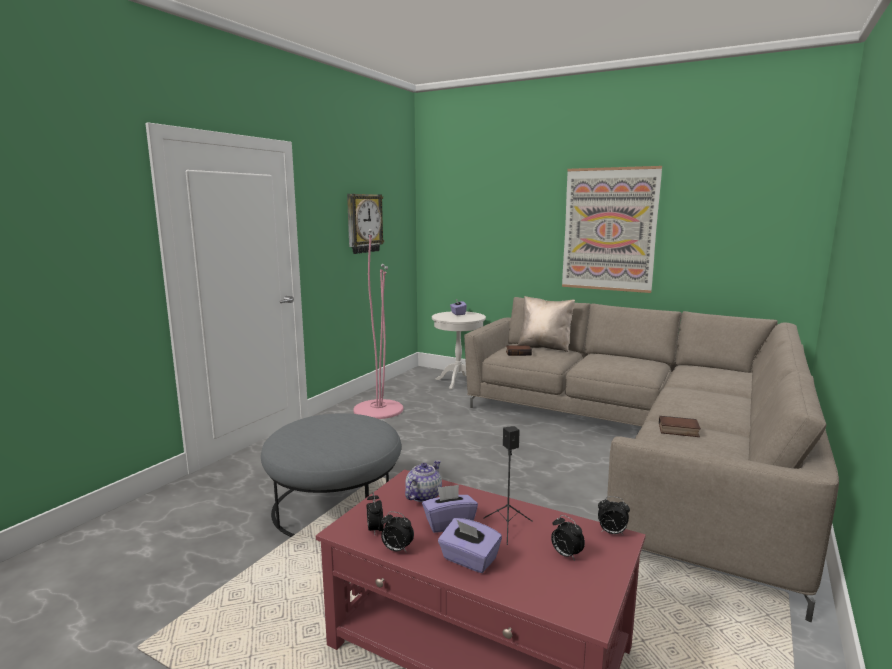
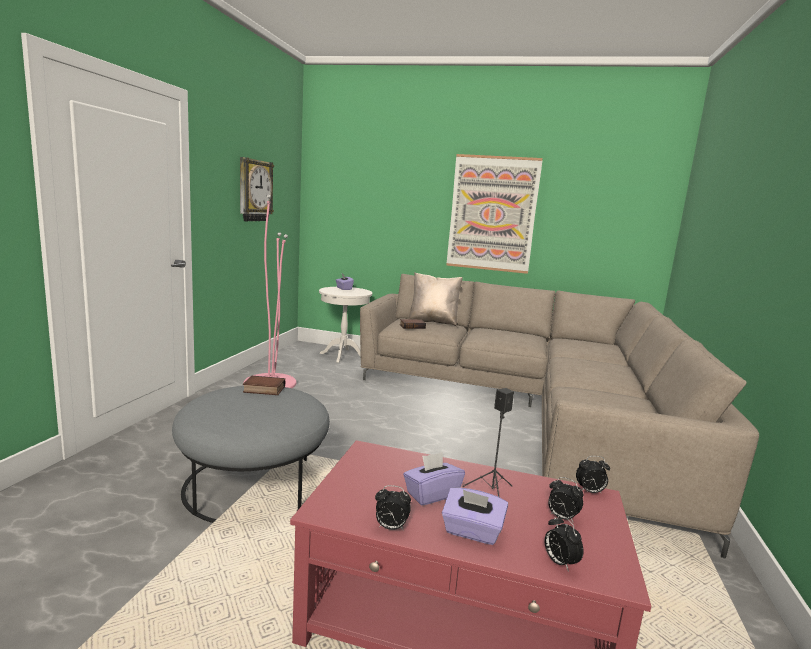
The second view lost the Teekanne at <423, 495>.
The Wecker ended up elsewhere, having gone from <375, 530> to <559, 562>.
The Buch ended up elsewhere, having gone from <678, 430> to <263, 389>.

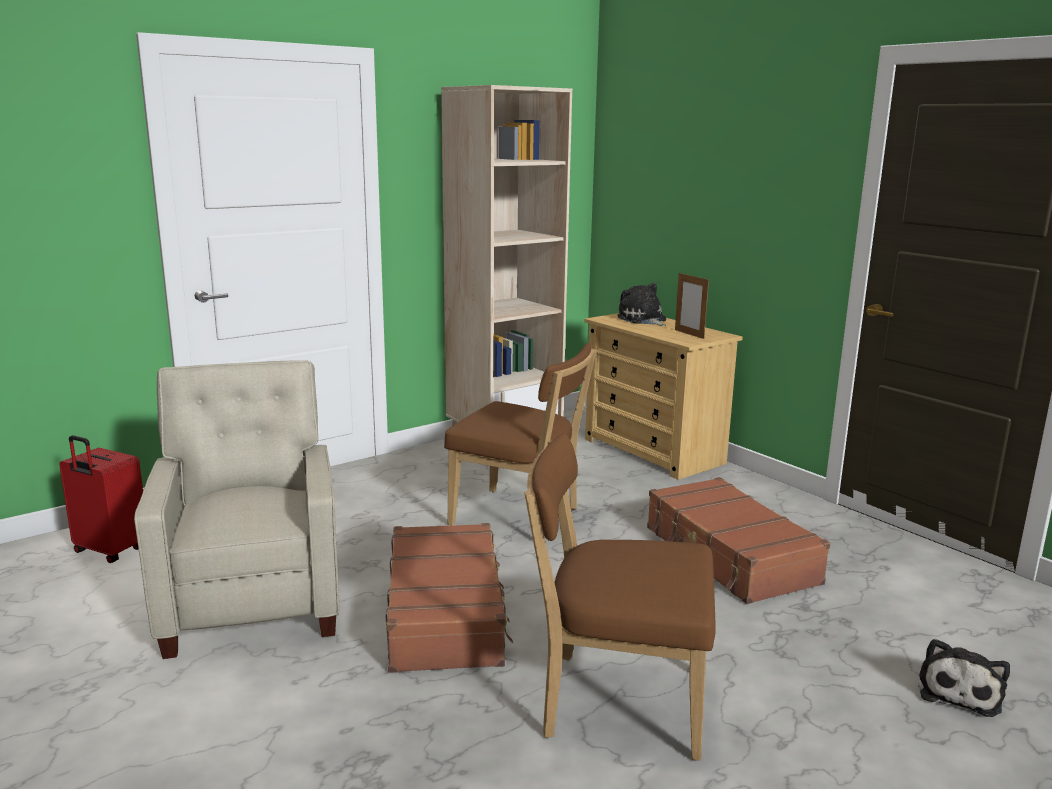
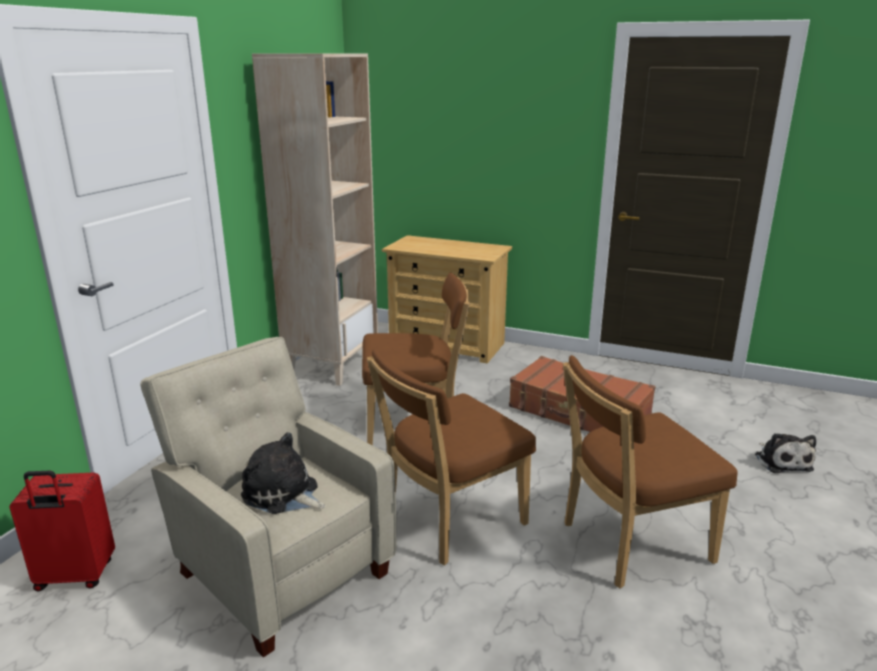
The second view lost the Bilderrahmen at <689, 334>.
The Plüschtier ended up elsewhere, having gone from <643, 320> to <283, 494>.
Where the Koffer/braun stood at <446, 613>, the Stuhl/braun came to stand at <449, 521>.

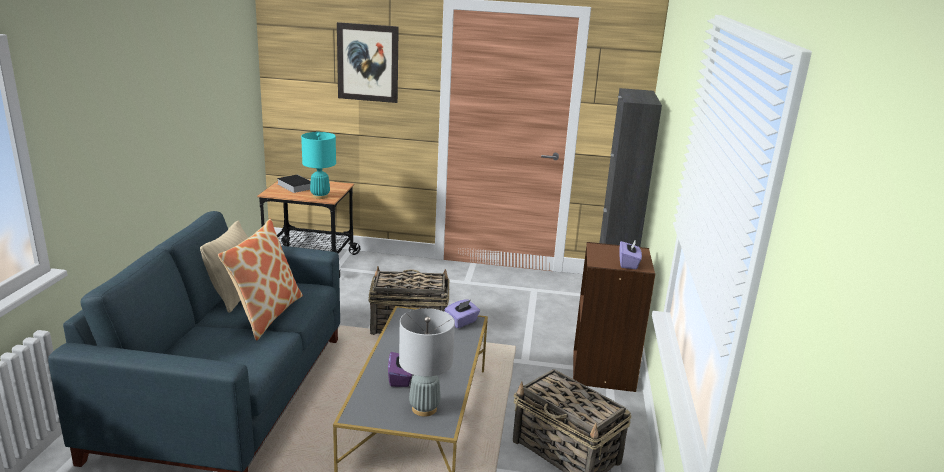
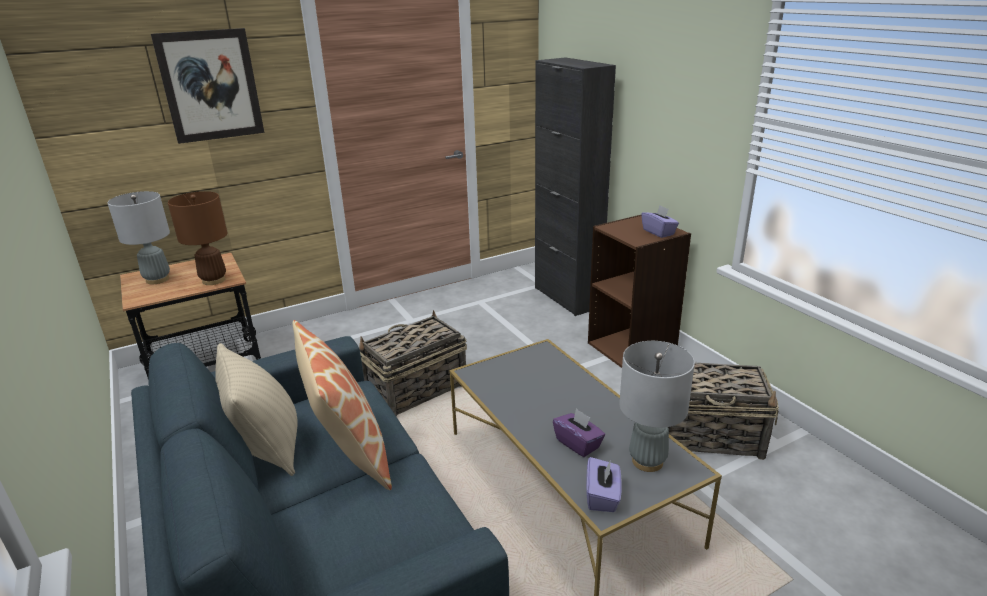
The Taschentuchbox/lila ended up elsewhere, having gone from <462, 322> to <602, 496>.
Where the Buch stood at <294, 186>, the Tischlampe/grau came to stand at <157, 279>.
What was the Tischlampe/türkis at <320, 196> turned into the Tischlampe/braun at <213, 280>.

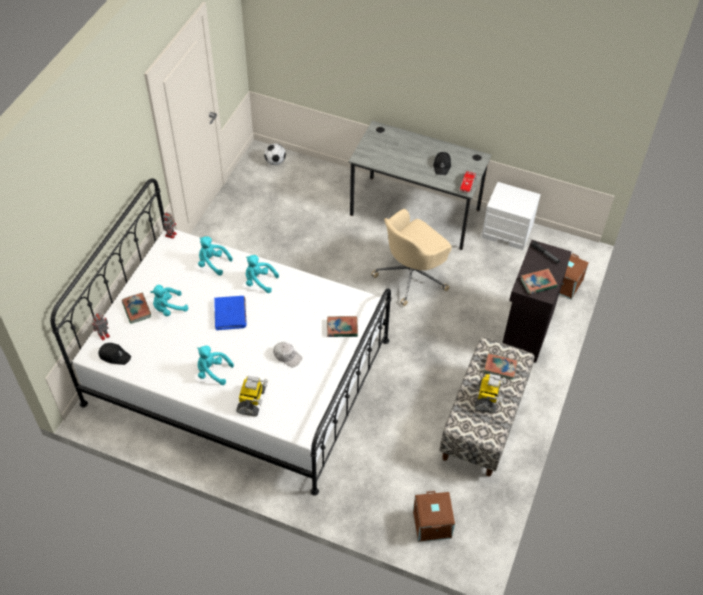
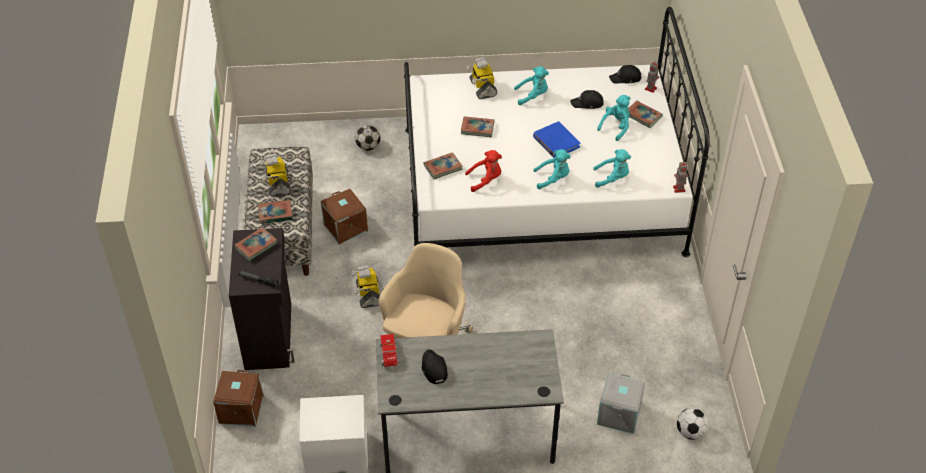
The second view gained the Spielzeugroboter at <368, 294>.
The second view gained the Fußball at <368, 147>.
The second view gained the Plüschtier/rot at <485, 180>.
The second view gained the Kappe/schwarz at <587, 103>.
The second view gained the Aufbewahrungsbox/grau at <620, 414>.
The Aufbewahrungsbox/braun ended up elsewhere, having gone from <432, 524> to <344, 227>.
Where the Kappe/weiß stood at <287, 356>, the Buch came to stand at <477, 128>.

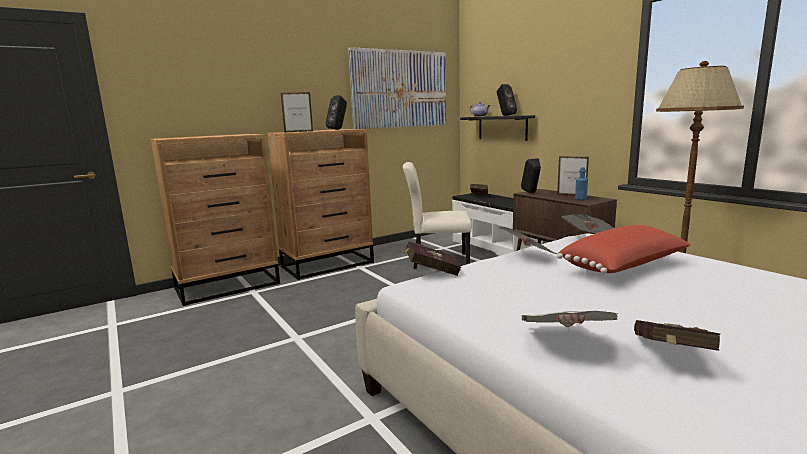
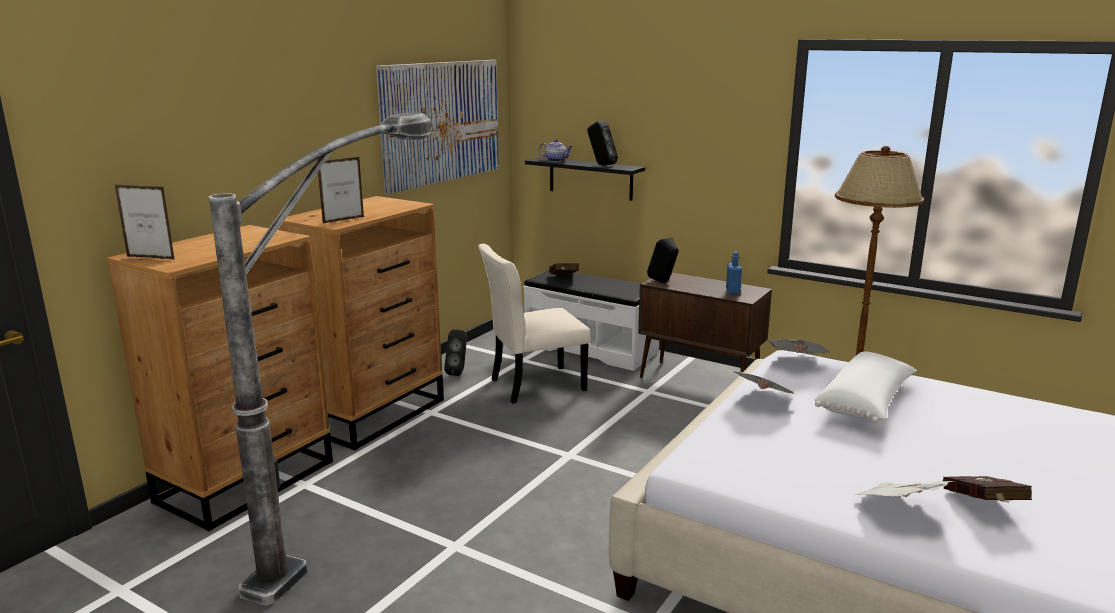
The second view lost the Buch/rot at <430, 272>.
The second view gained the Stehlampe at <361, 504>.
The Lautsprecher/schwarz ended up elsewhere, having gone from <338, 129> to <459, 372>.
The Bilderrahmen ended up elsewhere, having gone from <571, 195> to <150, 258>.
What was the Kissen/rot at <625, 267> turned into the Kissen/weiß at <866, 403>.

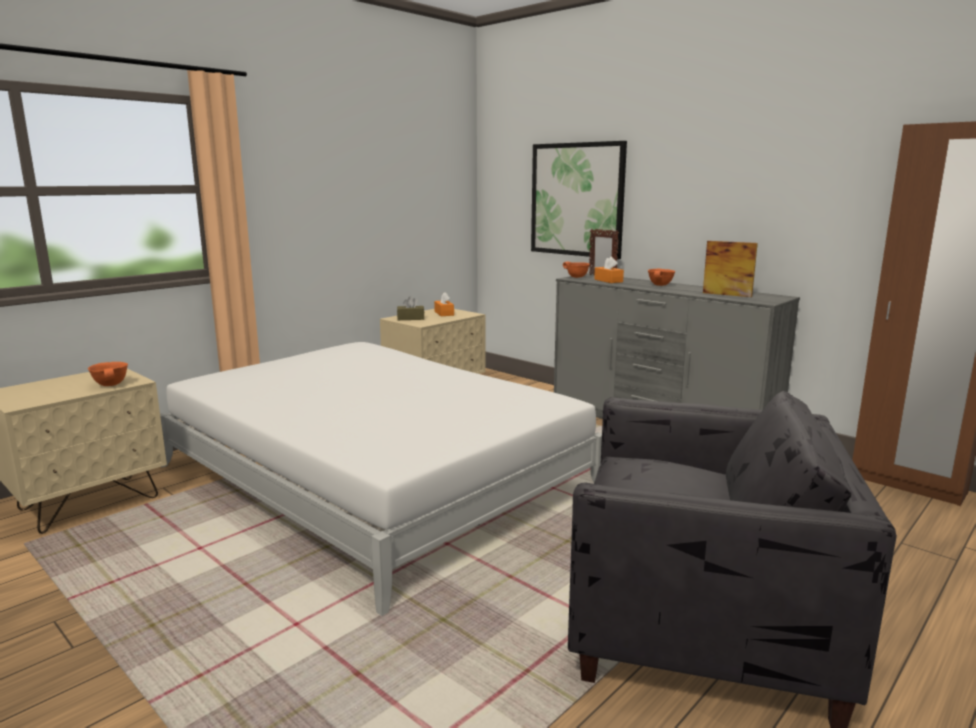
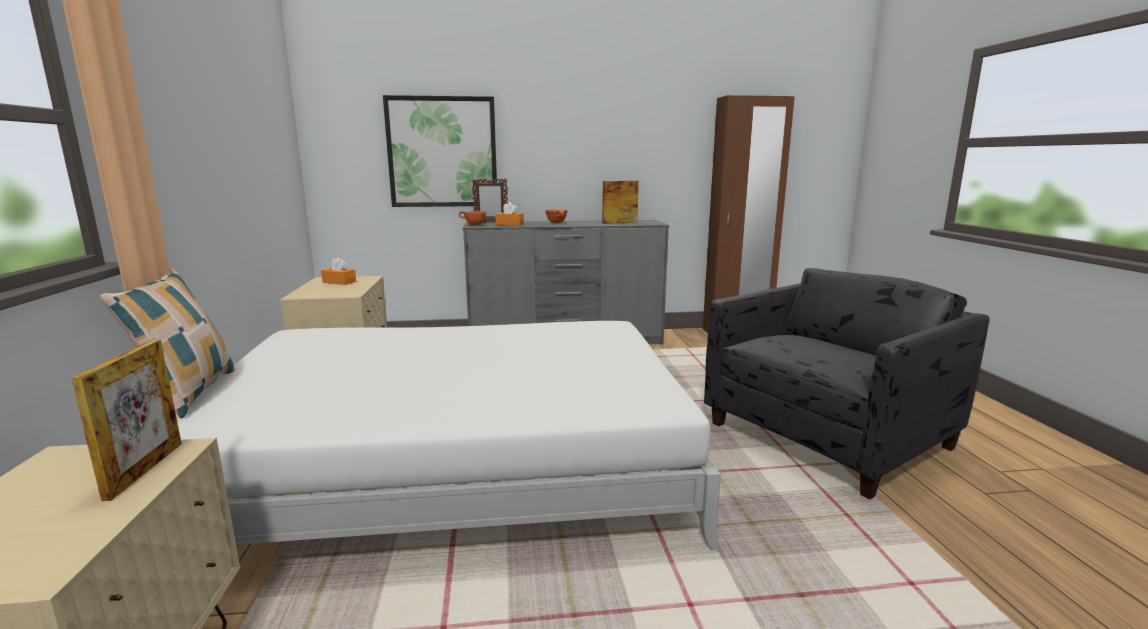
The second view lost the Taschentuchbox/braun at <410, 318>.
The second view gained the Kissen at <189, 393>.
Where the Schüssel/orange stood at <111, 385>, the Bilderrahmen came to stand at <145, 469>.

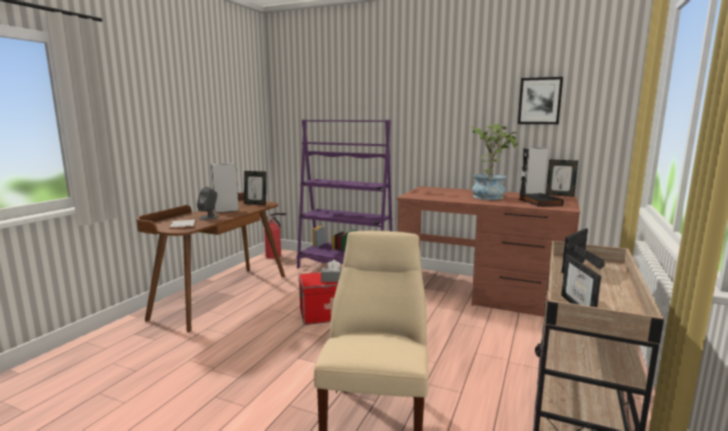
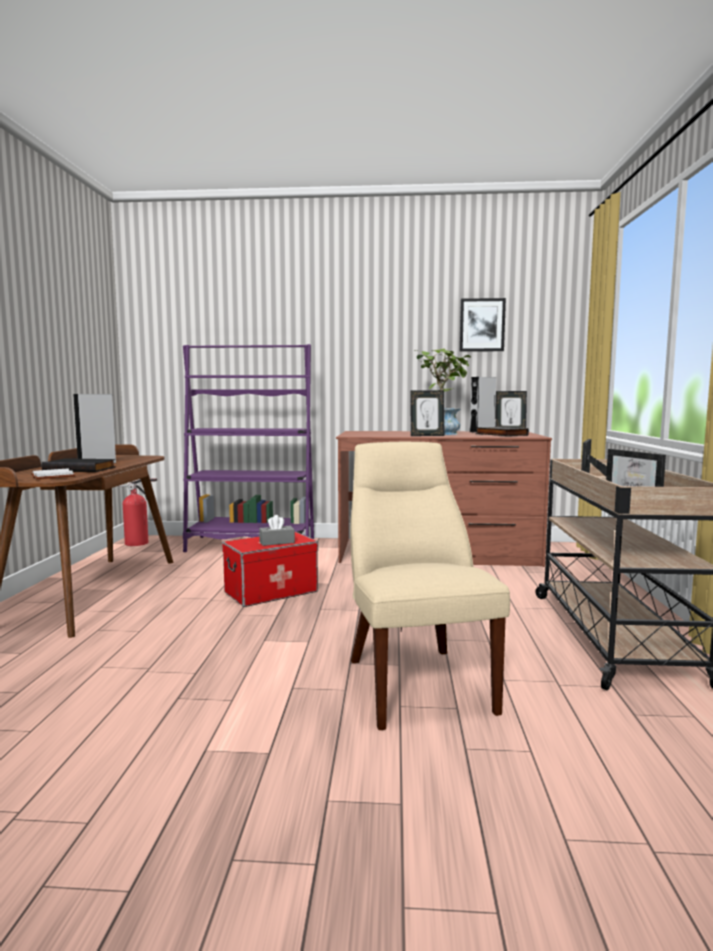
The Bilderrahmen ended up elsewhere, having gone from <255, 204> to <426, 435>.
Where the Lautsprecher/grau stood at <209, 217>, the Buch/schwarz came to stand at <81, 469>.

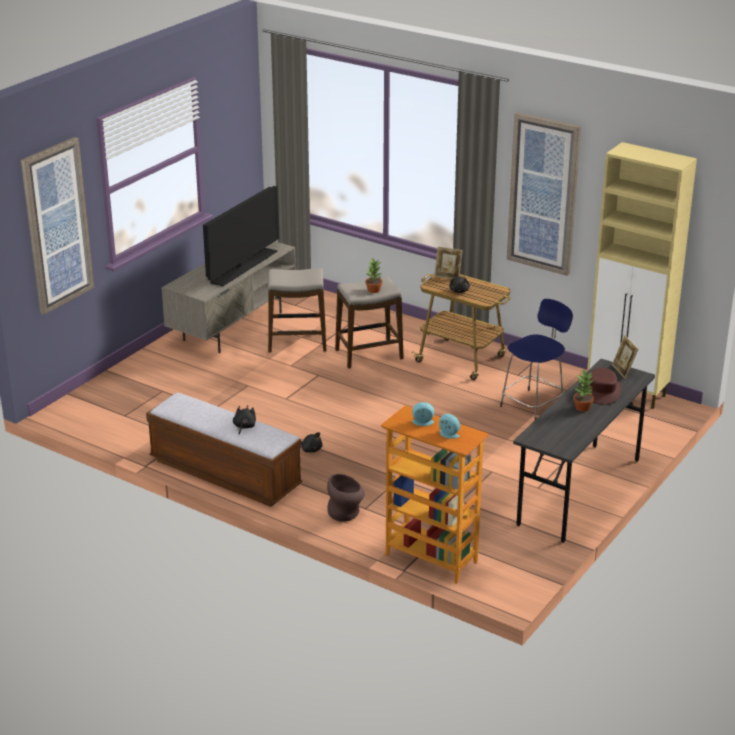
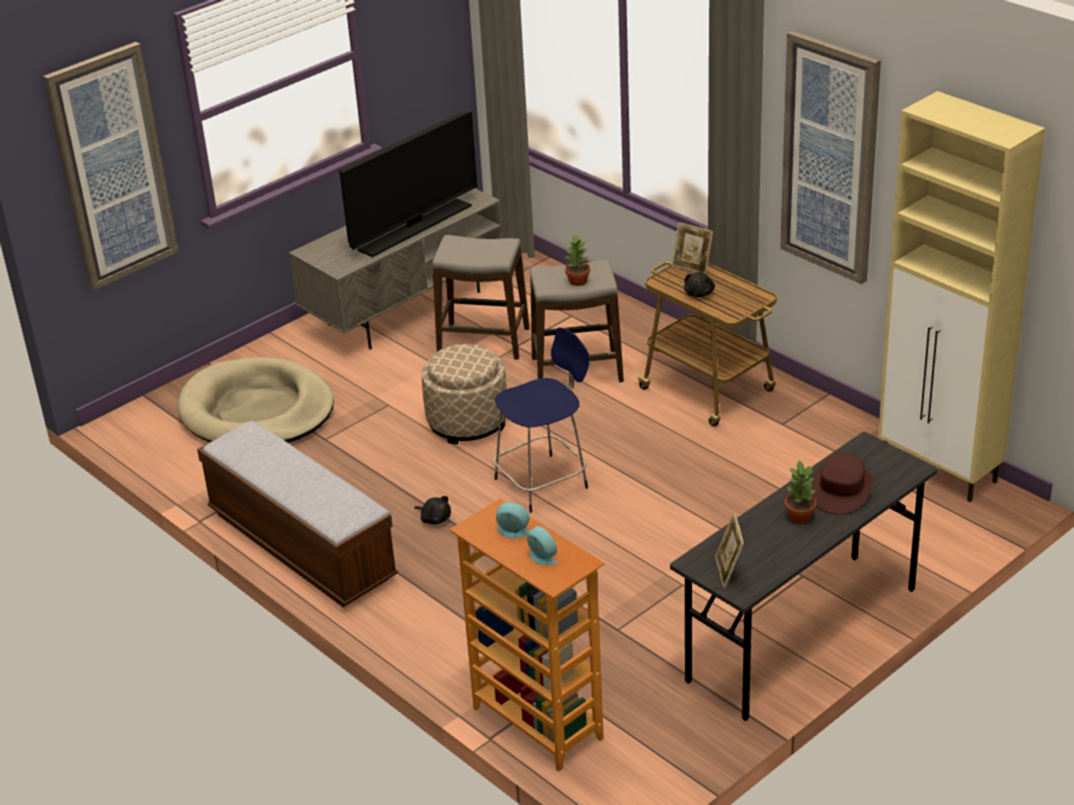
The second view lost the Plüschtier/schwarz at <244, 427>.
The second view lost the Vase/braun at <346, 514>.
The second view gained the Hundebett/beige at <257, 410>.
The second view gained the Polsterhocker/beige at <467, 422>.
The Hocker/blau ended up elsewhere, having gone from <533, 405> to <544, 482>.
The Bilderrahmen ended up elsewhere, having gone from <623, 371> to <729, 571>.

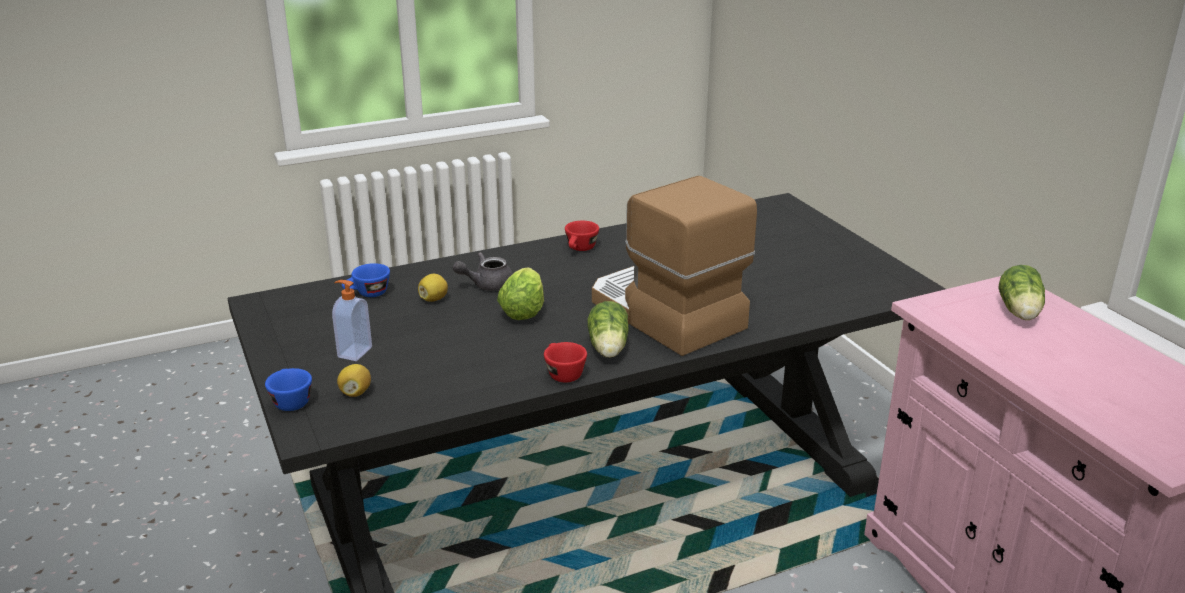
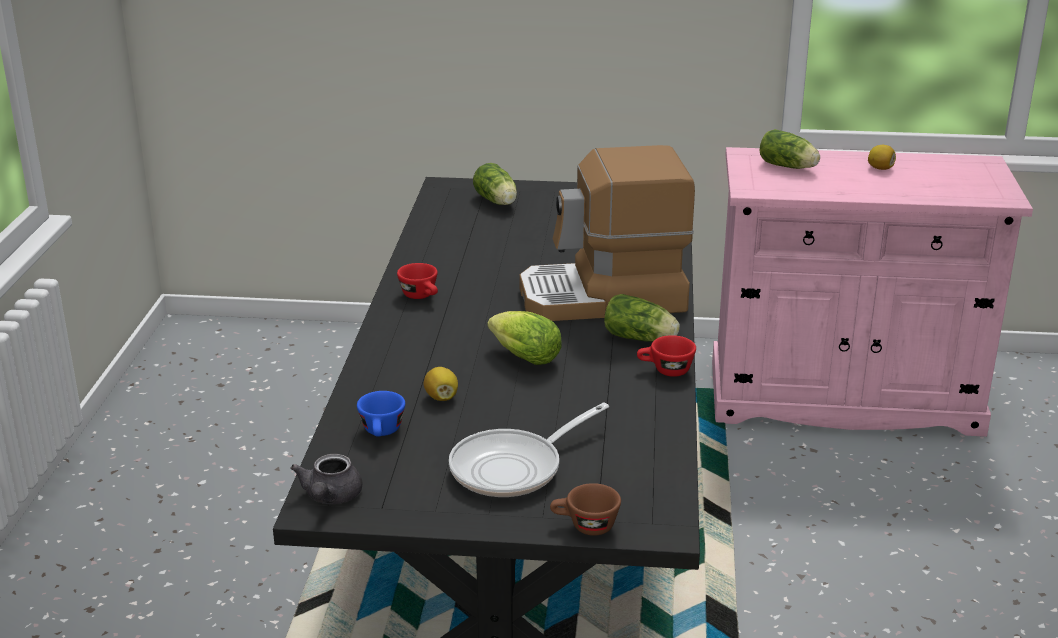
The second view gained the Salatkopf at <497, 202>.
The Zitrone ended up elsewhere, having gone from <355, 393> to <880, 168>.
The Teekanne/grau ended up elsewhere, having gone from <487, 285> to <330, 497>.
Where the Seifenspender stood at <354, 352>, the Pfanne came to stand at <514, 468>.
What was the Tasse/blau at <290, 401> turned into the Tasse/braun at <585, 526>.

